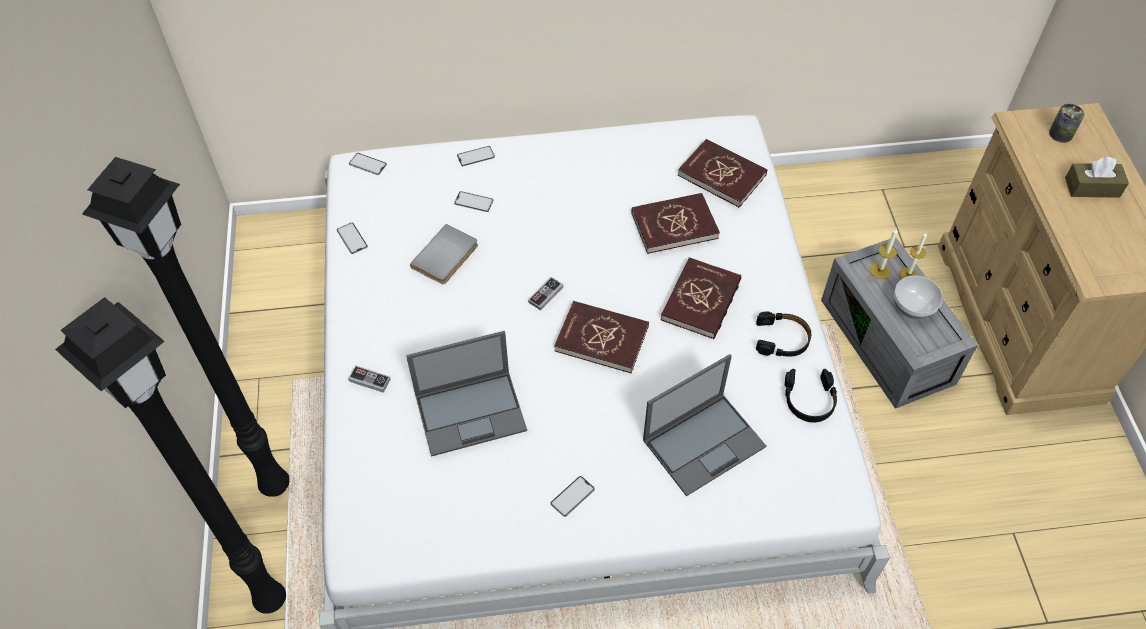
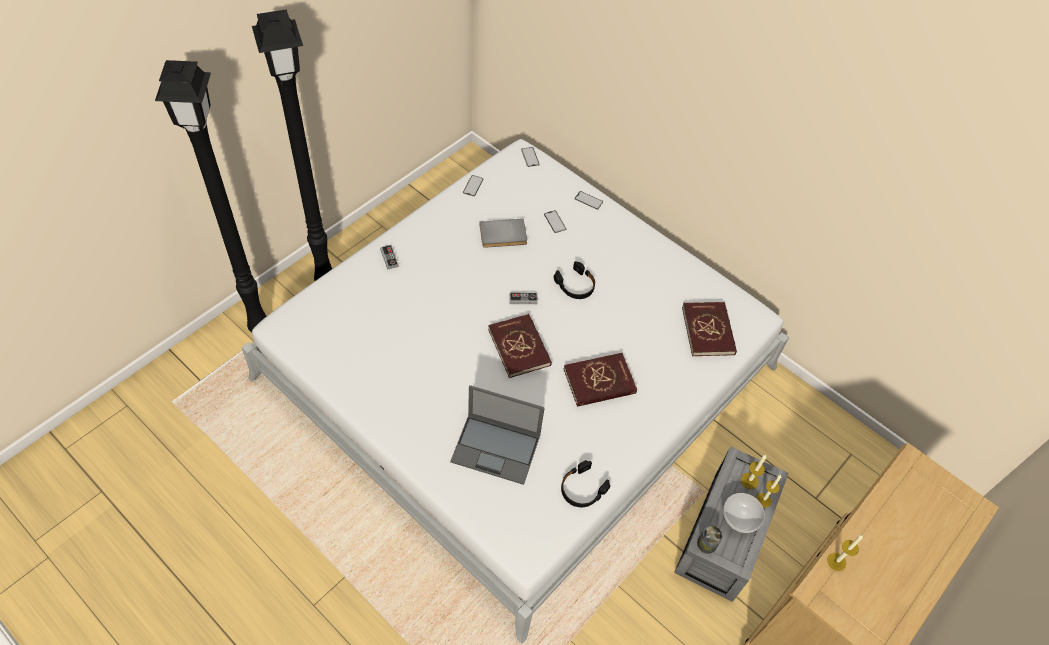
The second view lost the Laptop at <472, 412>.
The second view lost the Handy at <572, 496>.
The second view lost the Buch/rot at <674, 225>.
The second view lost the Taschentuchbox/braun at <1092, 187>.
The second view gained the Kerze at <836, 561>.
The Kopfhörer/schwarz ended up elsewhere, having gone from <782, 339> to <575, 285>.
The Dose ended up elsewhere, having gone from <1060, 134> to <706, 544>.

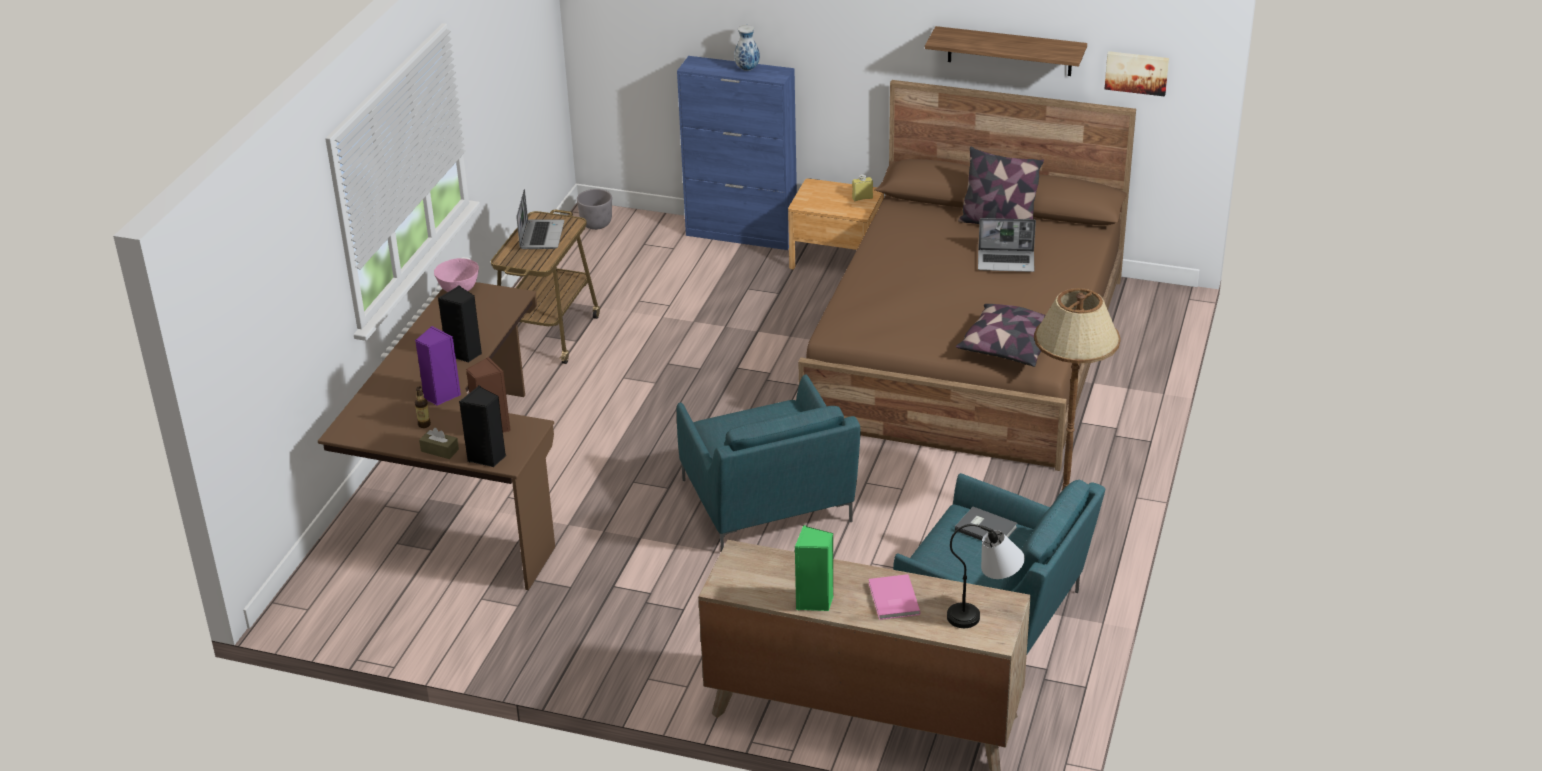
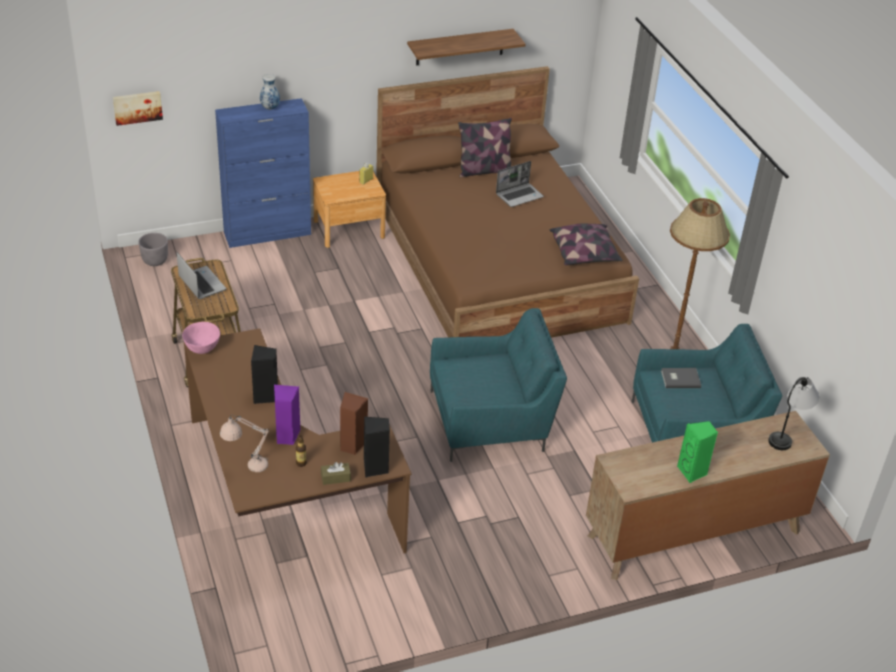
The second view lost the Buch/rosa at <892, 599>.
The second view gained the Tischlampe/beige at <246, 466>.
The Bild ended up elsewhere, having gone from <1136, 72> to <137, 107>.
The Sessel/türkis at <768, 505> ended up facing another way, 45 degrees counterclockwise from before.

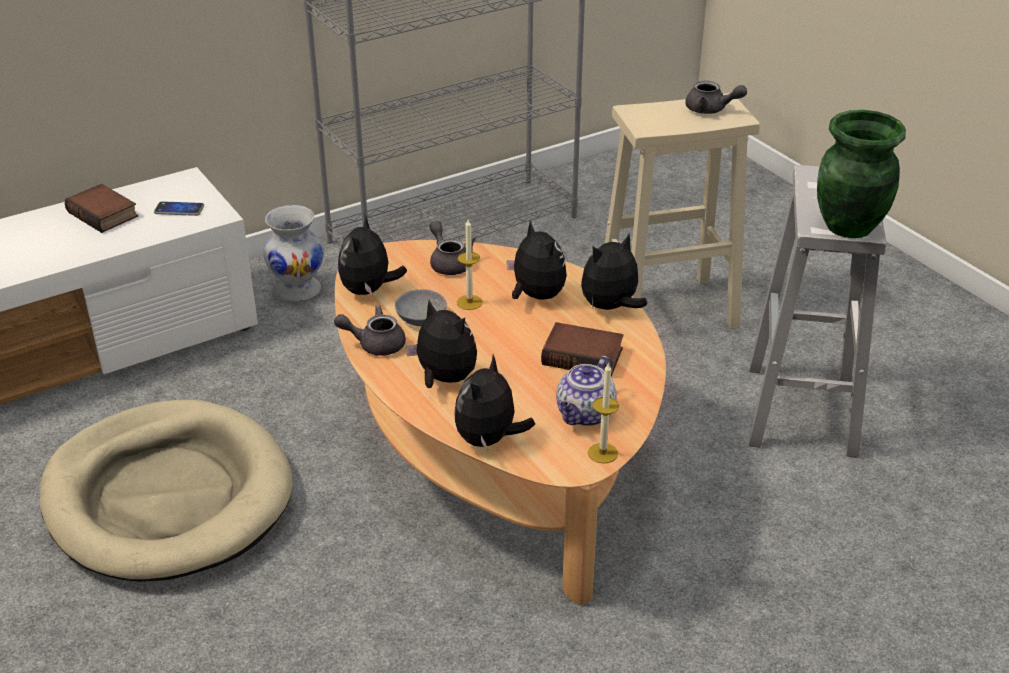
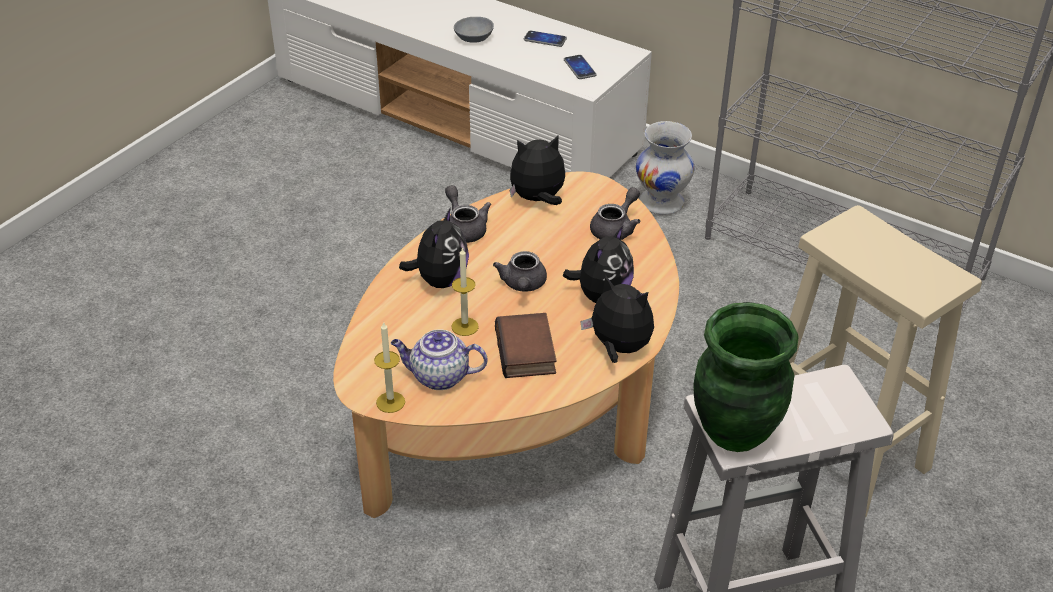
The second view lost the Hundebett/beige at <168, 497>.
The second view lost the Plüschtier at <489, 440>.
The Schüssel/grau ended up elsewhere, having gone from <419, 317> to <473, 36>.
The Kerze ended up elsewhere, having gone from <469, 302> to <465, 326>.
The Teekanne/grau ended up elsewhere, having gone from <710, 110> to <523, 285>.
Where the Buch stood at <105, 214>, the Handy came to stand at <545, 39>.

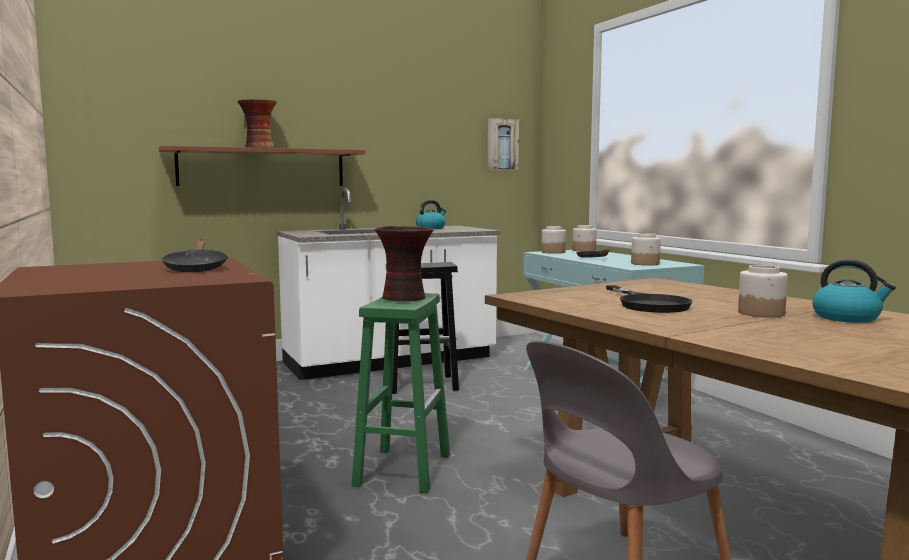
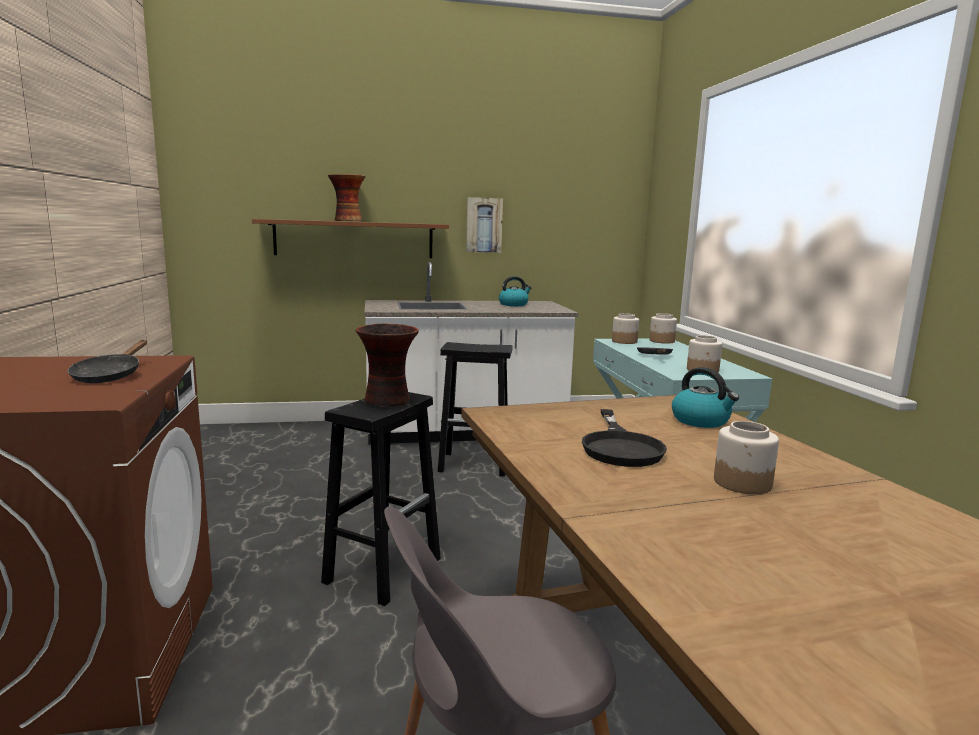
The Bild ended up elsewhere, having gone from <502, 144> to <484, 225>.
The Wasserkessel ended up elsewhere, having gone from <847, 318> to <701, 421>.
What was the Hocker/grün at <403, 469> turned into the Hocker/schwarz at <384, 569>.

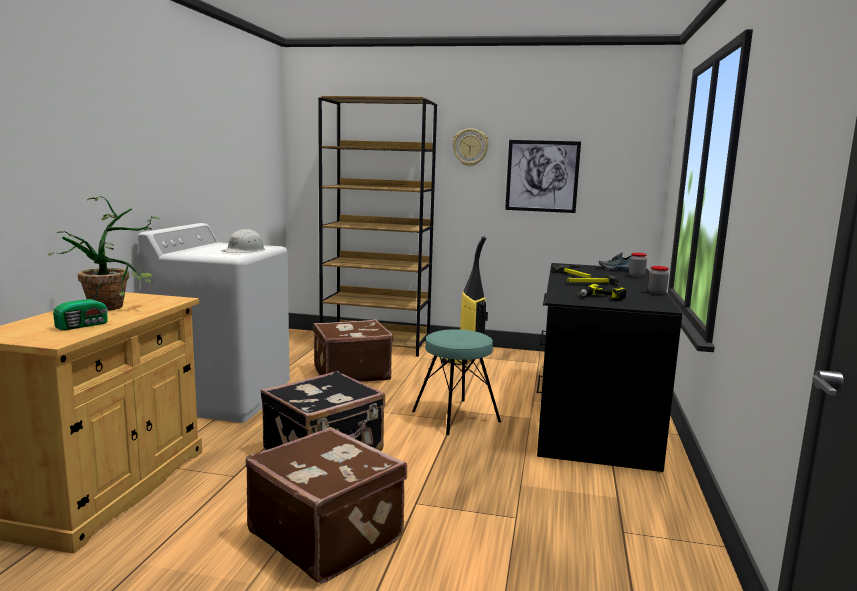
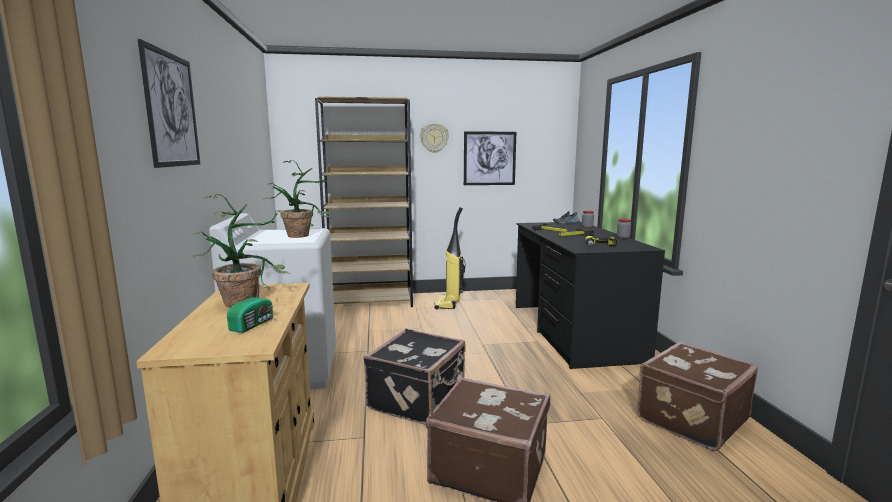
The second view lost the Hocker/türkis at <456, 416>.
The second view gained the Bild at <172, 110>.
The Koffer/braun ended up elsewhere, having gone from <350, 373> to <690, 419>.
Where the Schutzhelm/weiß stood at <244, 251>, the Topfpflanze came to stand at <304, 235>.

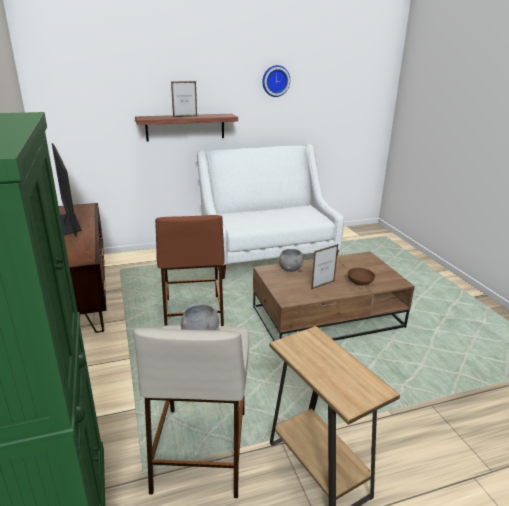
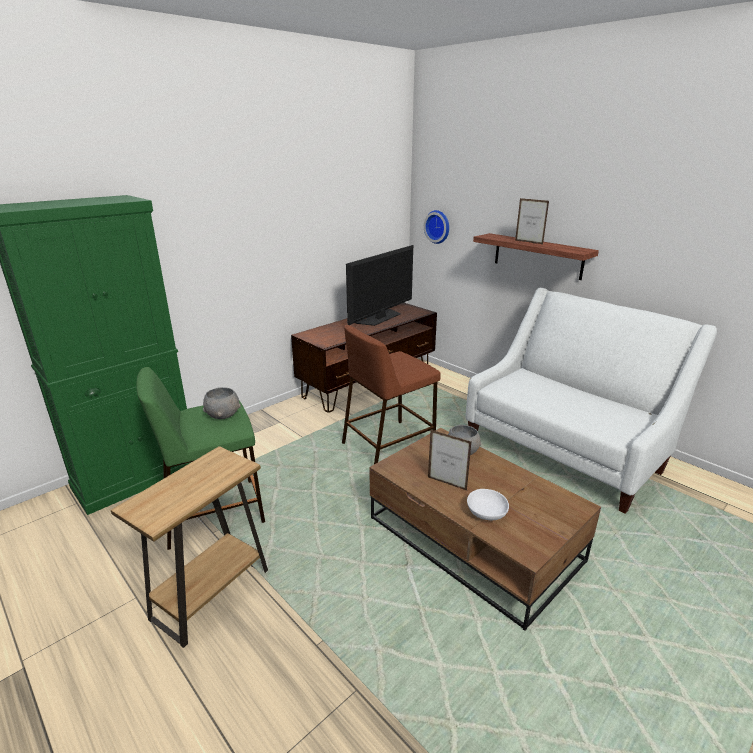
The Wanduhr ended up elsewhere, having gone from <275, 81> to <438, 226>.
What was the Hocker/beige at <200, 448> turned into the Hocker/grün at <214, 511>.
What was the Schüssel/braun at <360, 282> turned into the Schüssel/weiß at <486, 513>.

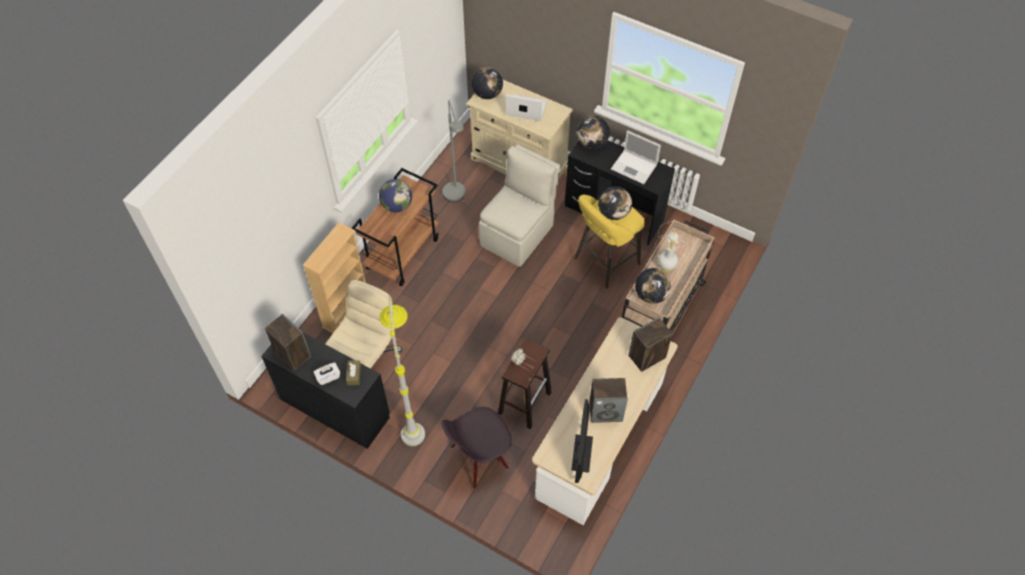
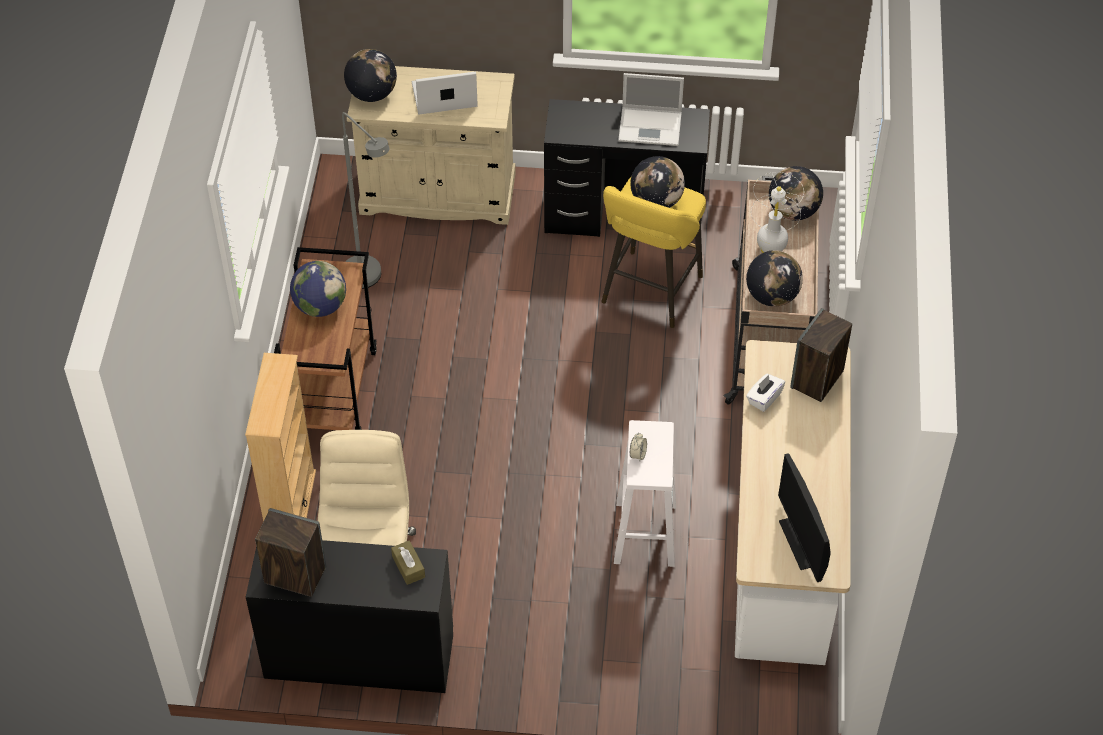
The second view lost the Stehlampe/grau at <411, 416>.
The second view lost the Stuhl/schwarz at <479, 459>.
The second view lost the Stuhl/beige at <518, 234>.
The second view lost the Lautsprecher at <606, 411>.
The Taschentuchbox/weiß ended up elsewhere, having gone from <328, 376> to <764, 398>.
The Globus ended up elsewhere, having gone from <592, 143> to <793, 211>.
What was the Hocker/braun at <525, 402> turned into the Hocker/weiß at <644, 532>.

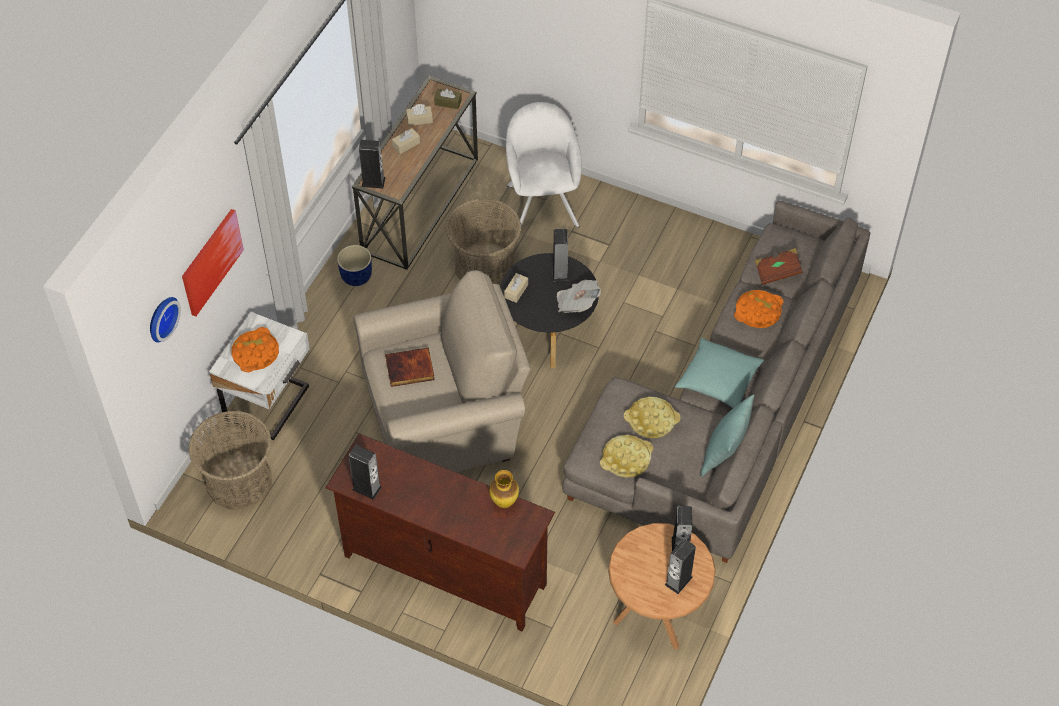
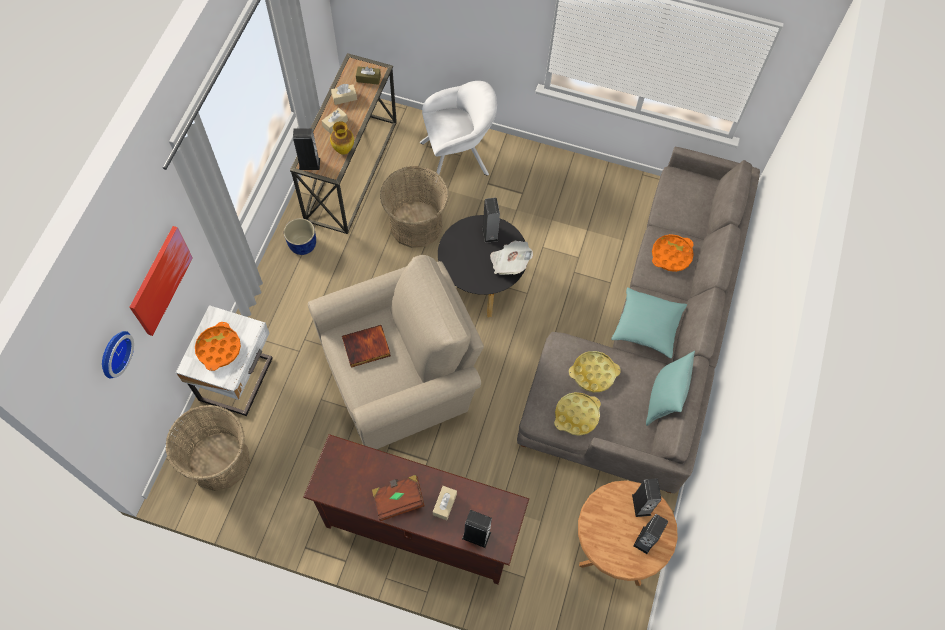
The Lautsprecher ended up elsewhere, having gone from <367, 488> to <476, 535>.
The Vase ended up elsewhere, having gone from <504, 502> to <344, 150>.
The Taschentuchbox/beige ended up elsewhere, having gone from <516, 291> to <444, 504>.
The Buch/braun ended up elsewhere, having gone from <777, 272> to <398, 499>.
The Sessel/weiß at <542, 201> ended up facing another way, 90 degrees clockwise from before.

